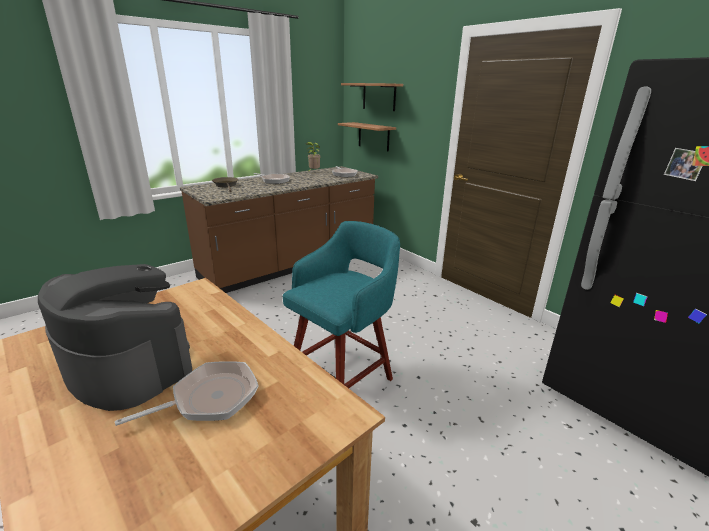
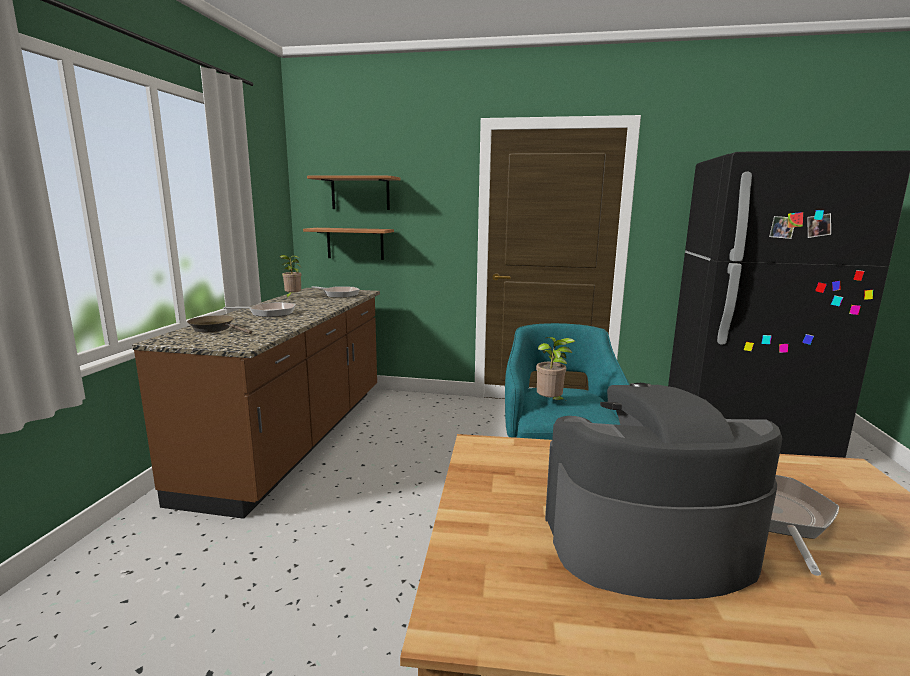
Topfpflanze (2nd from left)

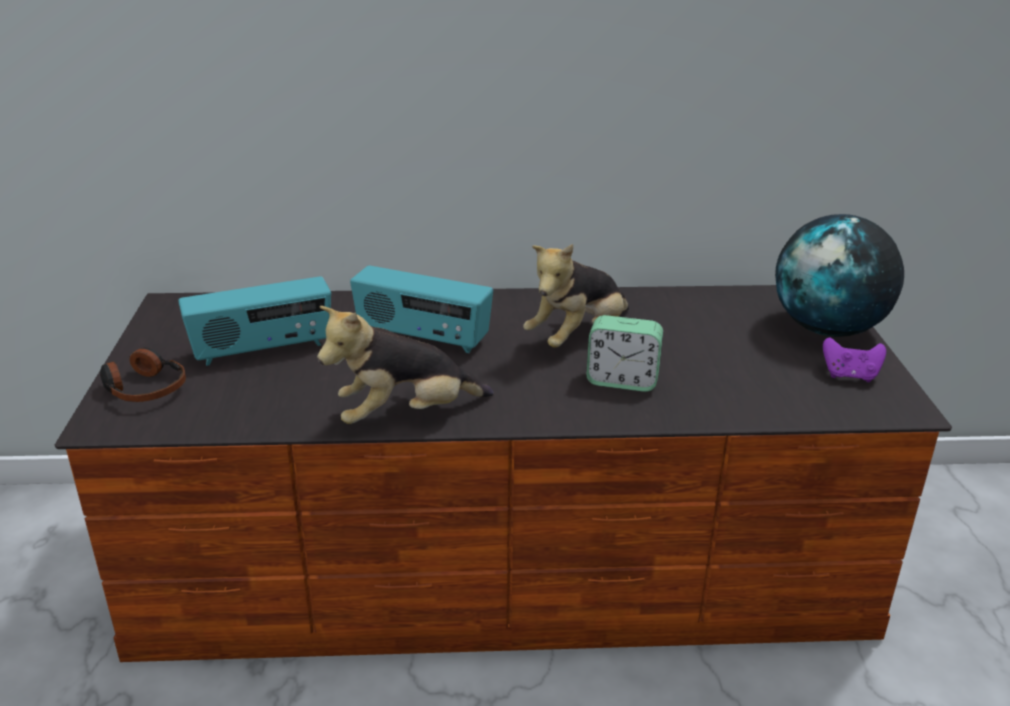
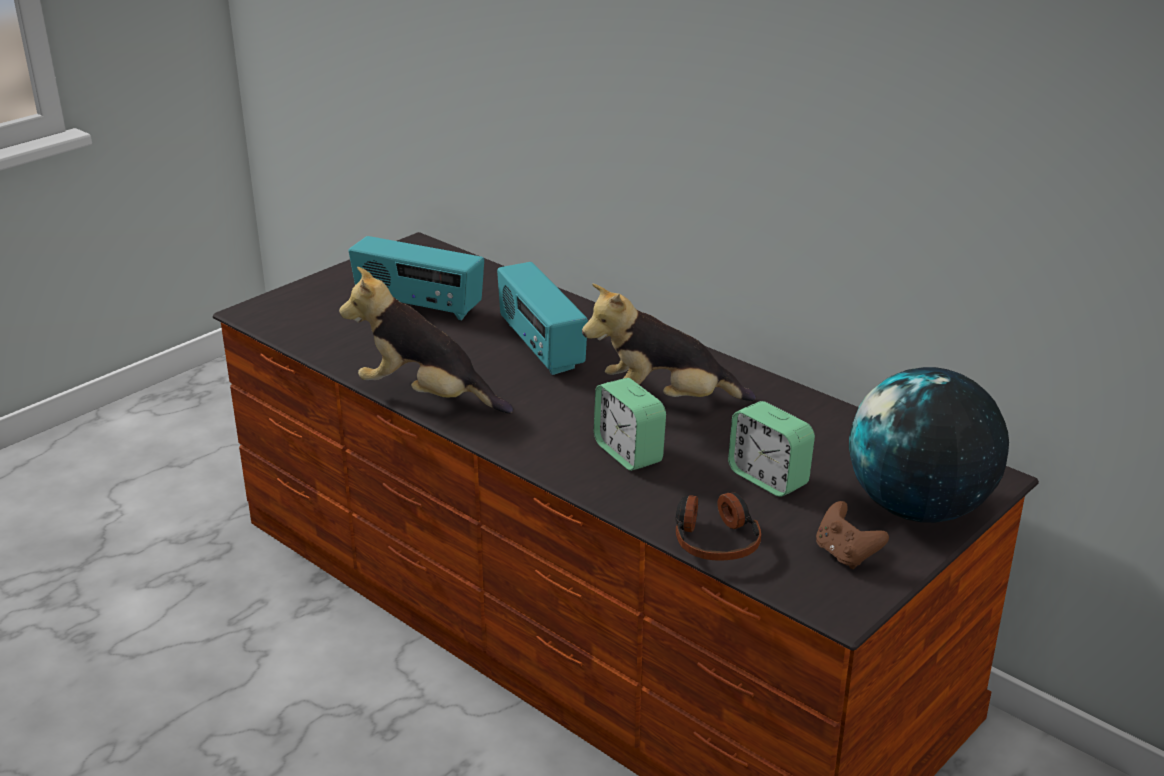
Gamepad/braun; Kopfhörer; Wecker (2nd from left)

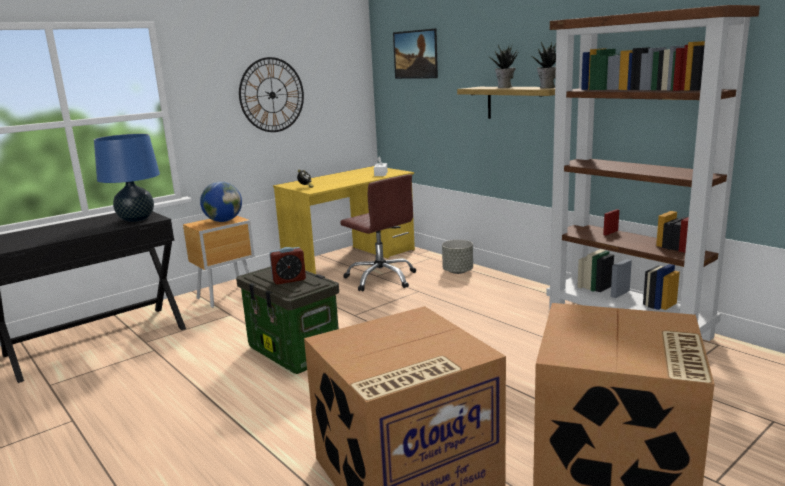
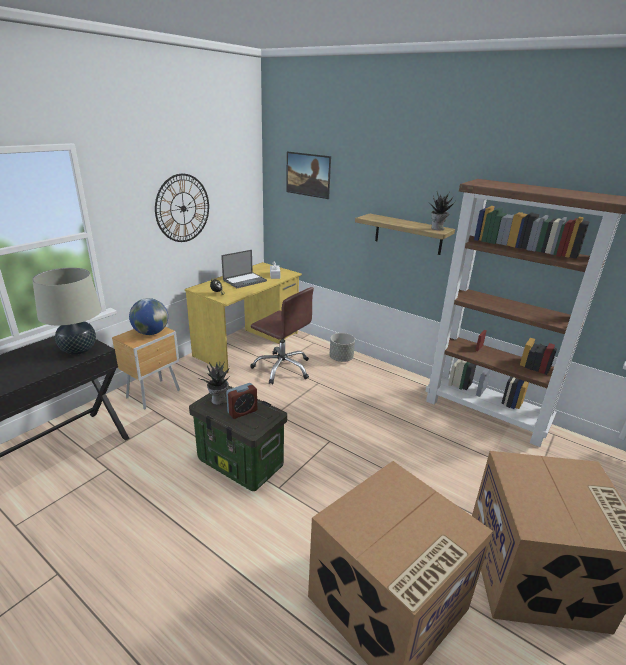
Topfpflanze (1st from left); Tischlampe/beige; Laptop

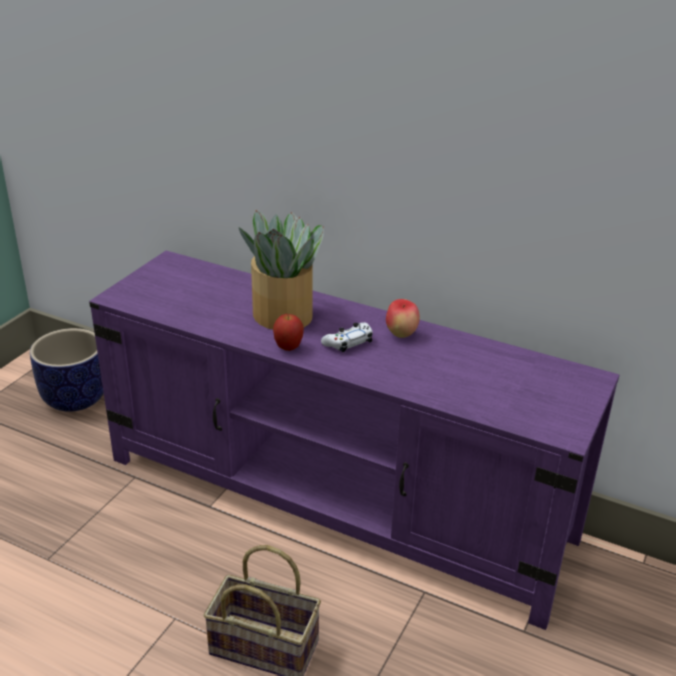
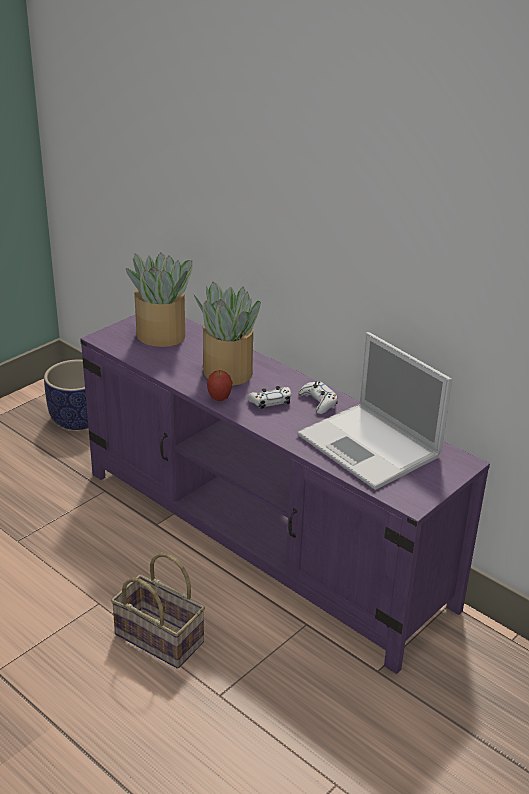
Gamepad/weiß (2nd from left); Topfpflanze (1st from left); Laptop

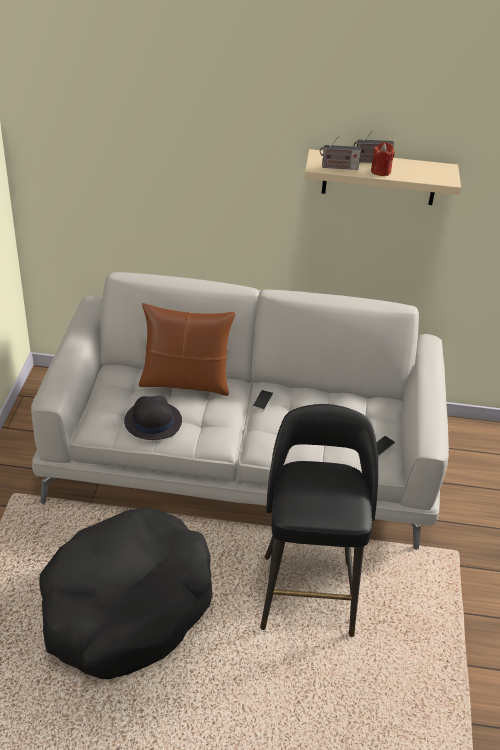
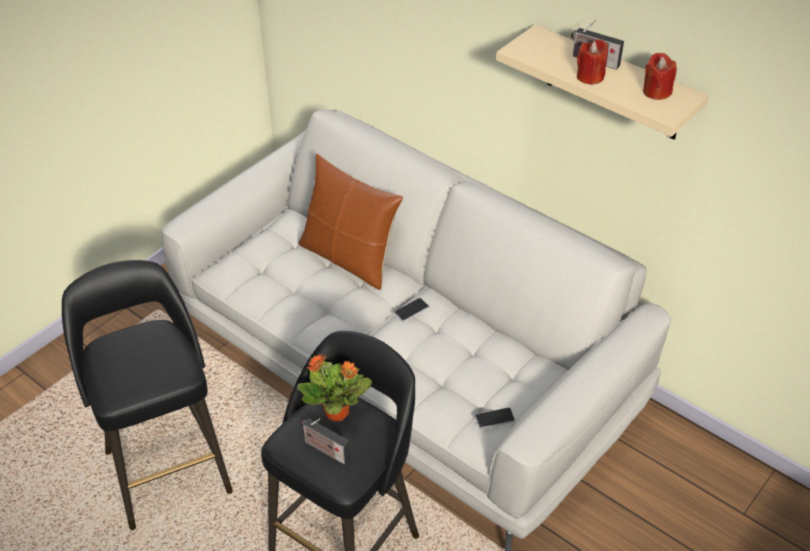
Radio (1st from left); Hut/schwarz; Hocker/schwarz (1st from left); Kerze/rot (2nd from left); Topfpflanze

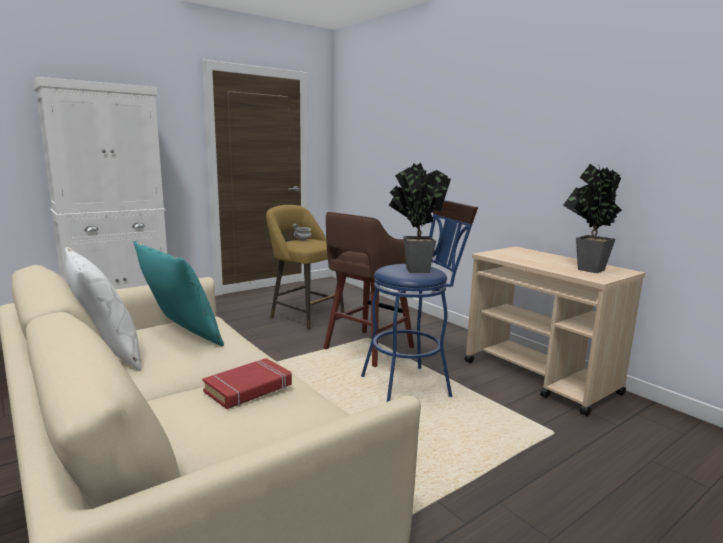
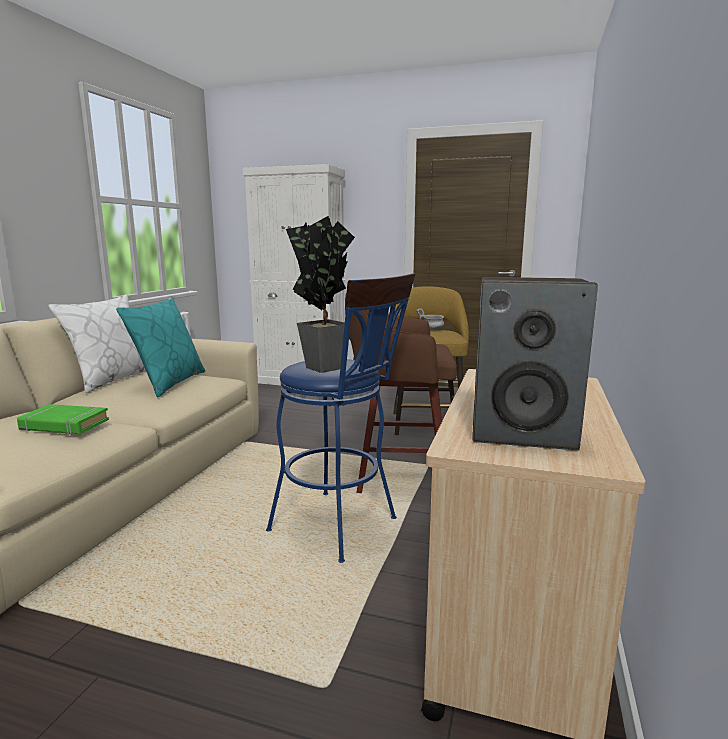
Lautsprecher; Buch/grün

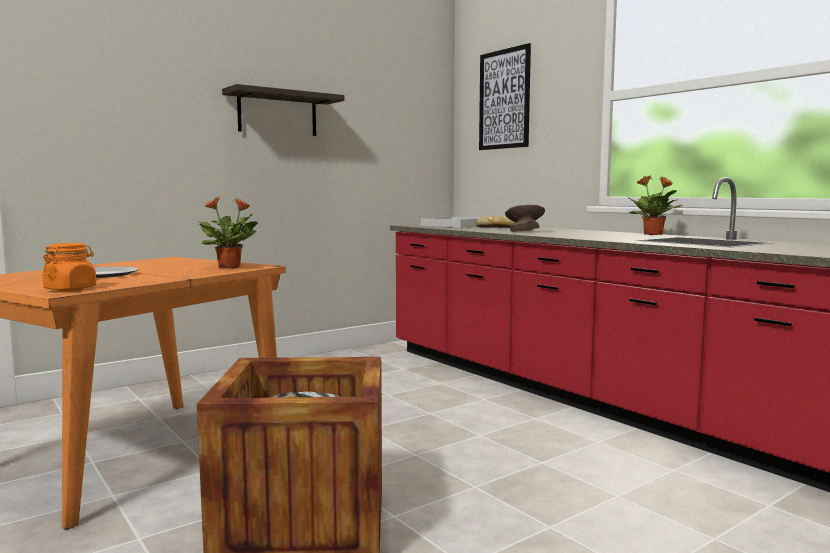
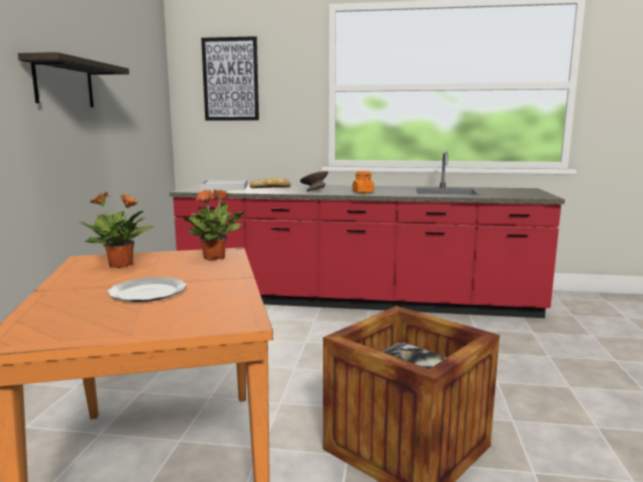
Topfpflanze (1st from left); Vorratsglas/orange

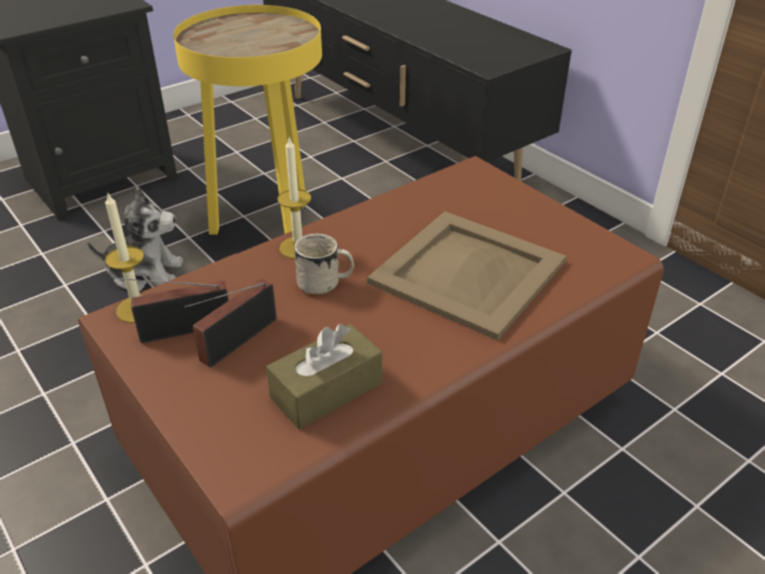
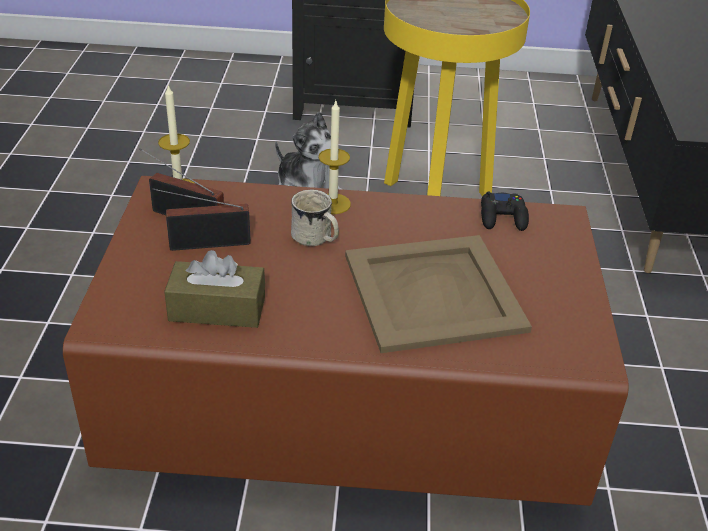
Gamepad/schwarz

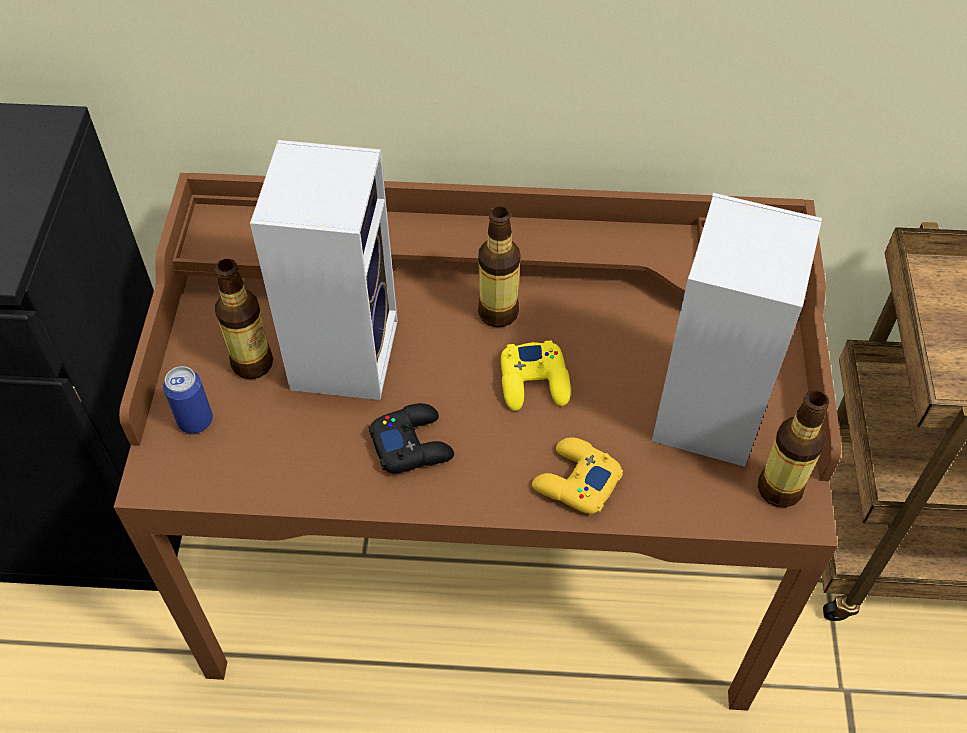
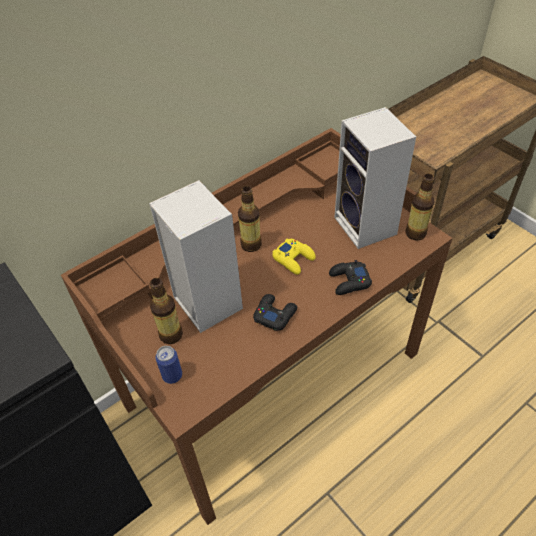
Gamepad/schwarz (2nd from left)

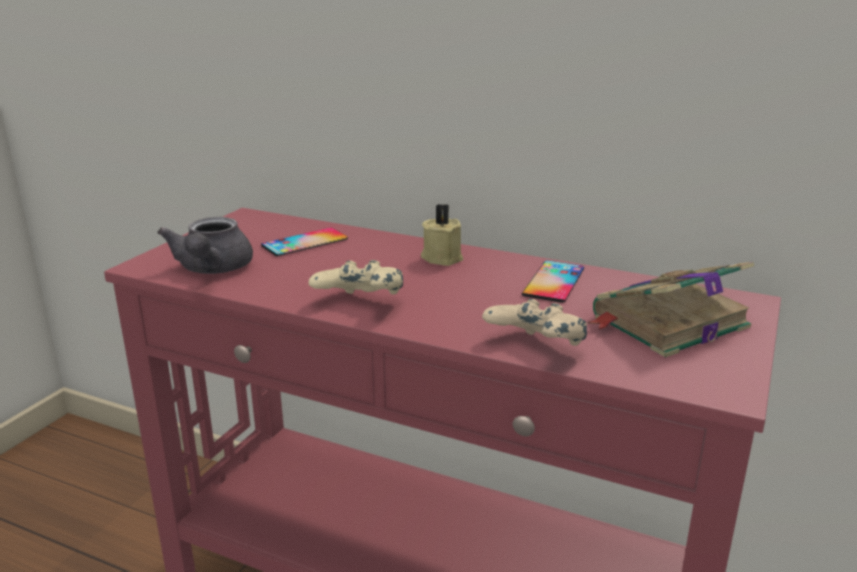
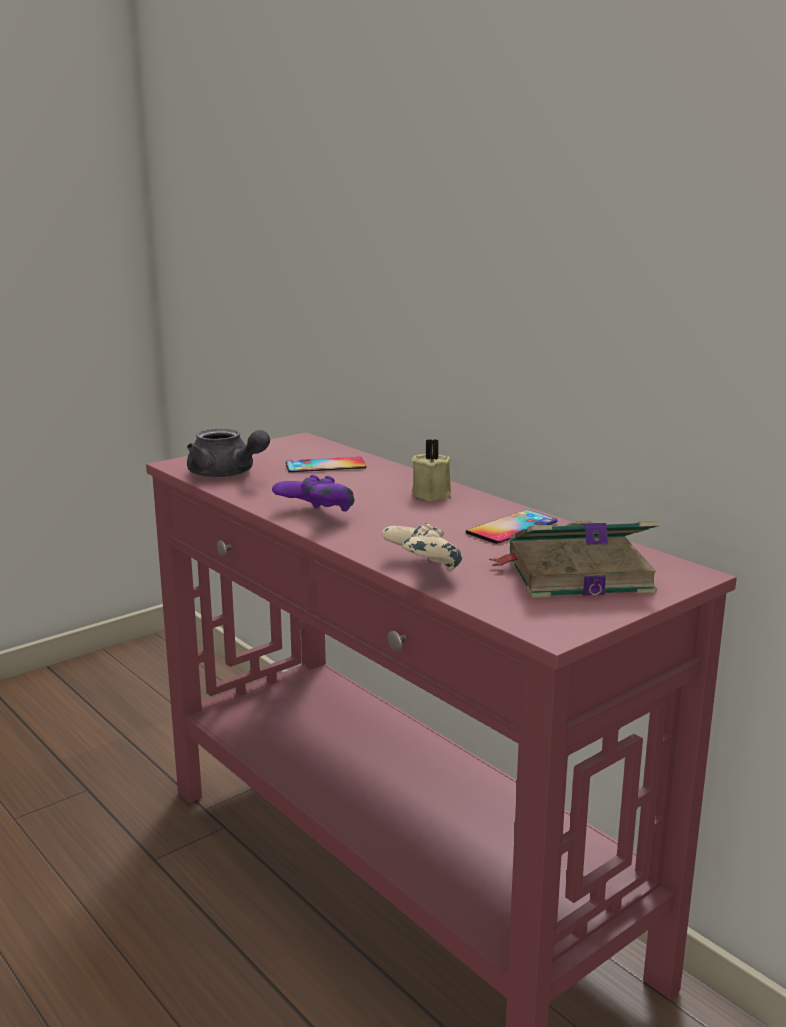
Teekanne/grau; Gamepad/lila

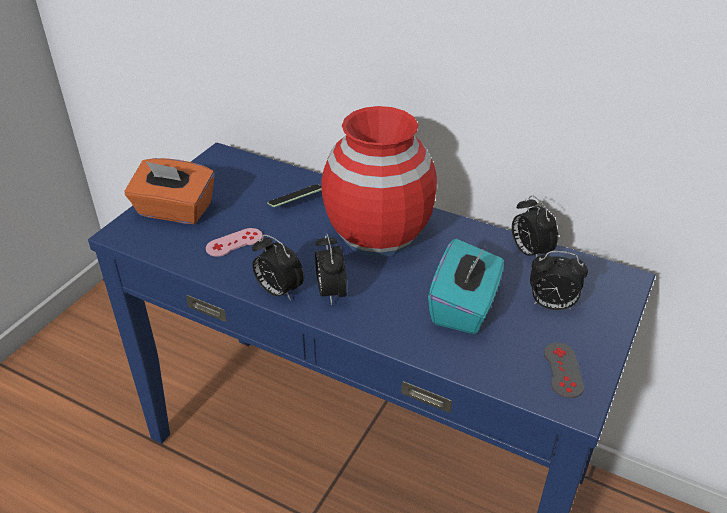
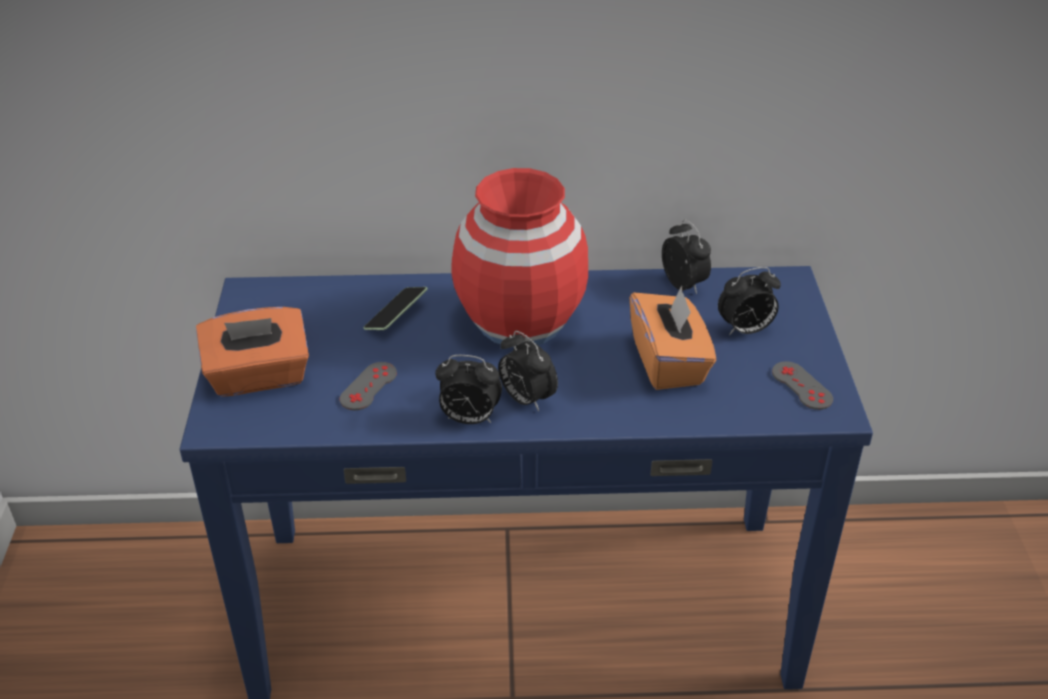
Wecker (3rd from left); Gamepad/grau (1st from left); Taschentuchbox/orange (2nd from left)

